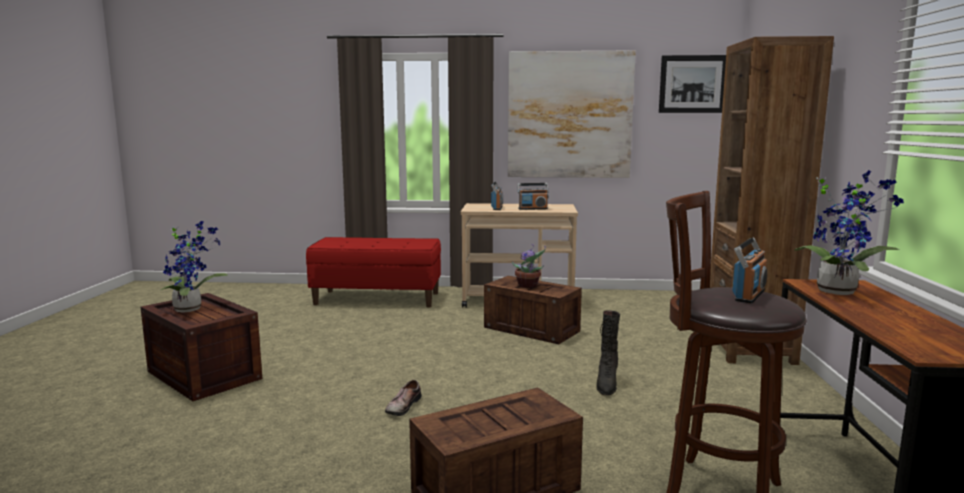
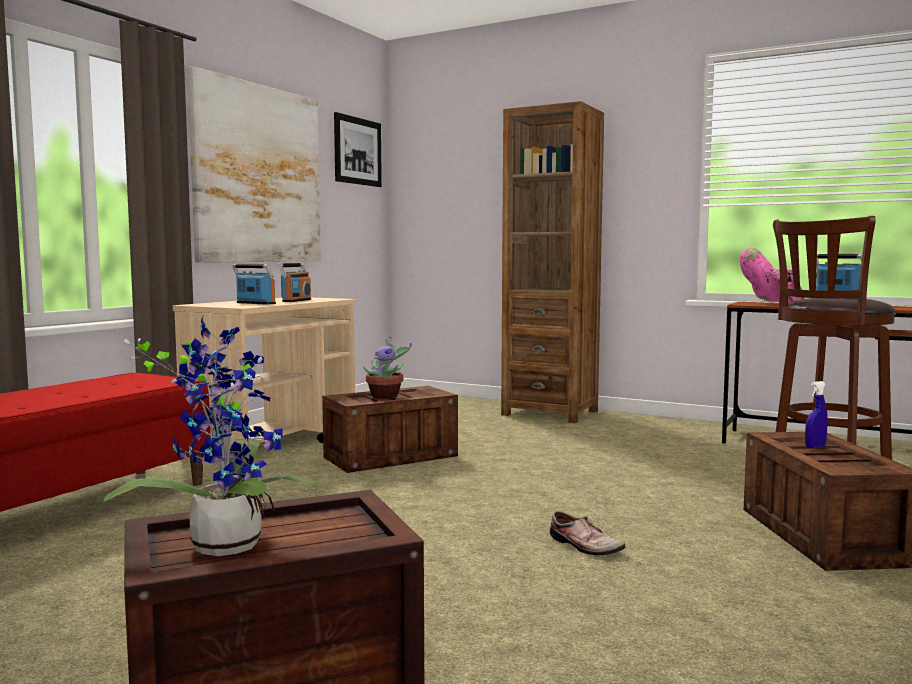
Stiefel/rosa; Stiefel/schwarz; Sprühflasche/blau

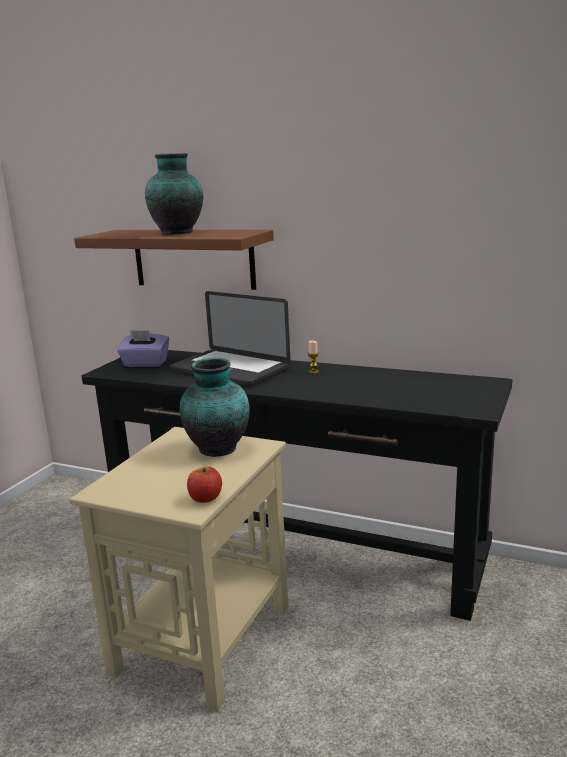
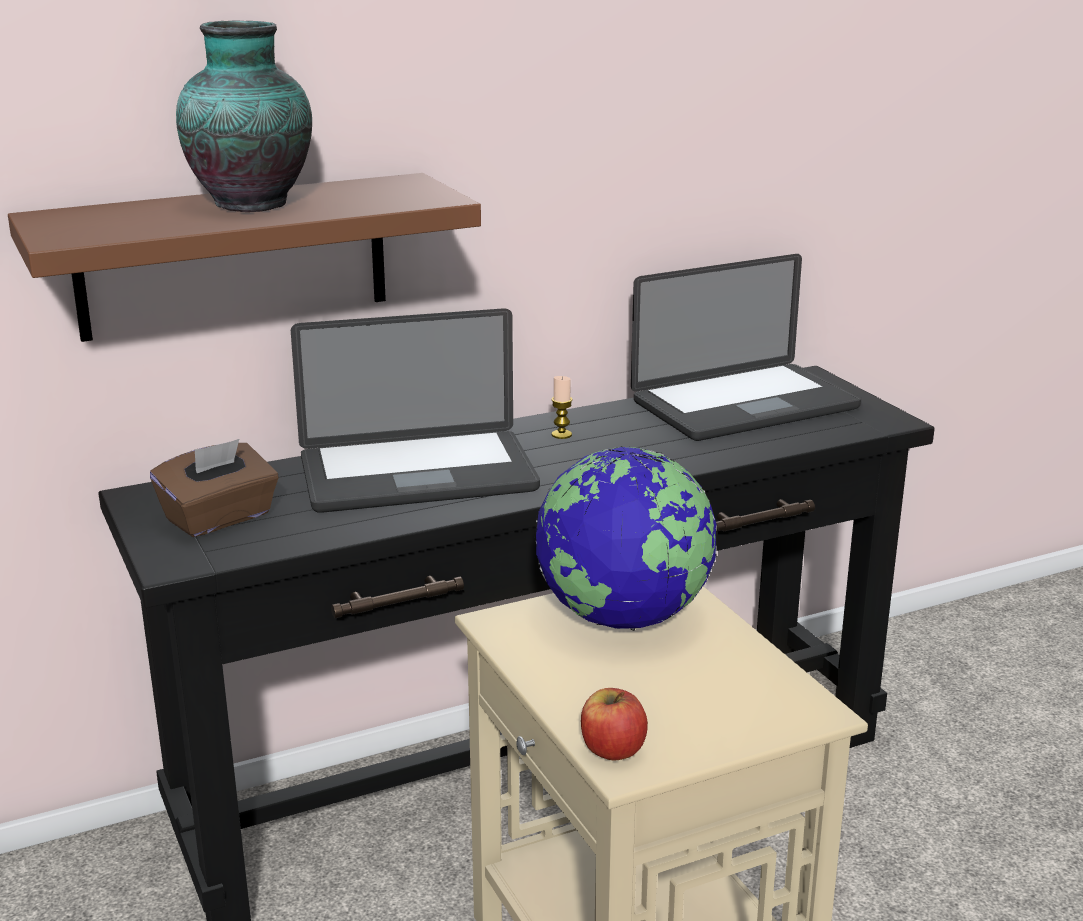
Taschentuchbox/braun; Globus; Apfel; Laptop (2nd from left)

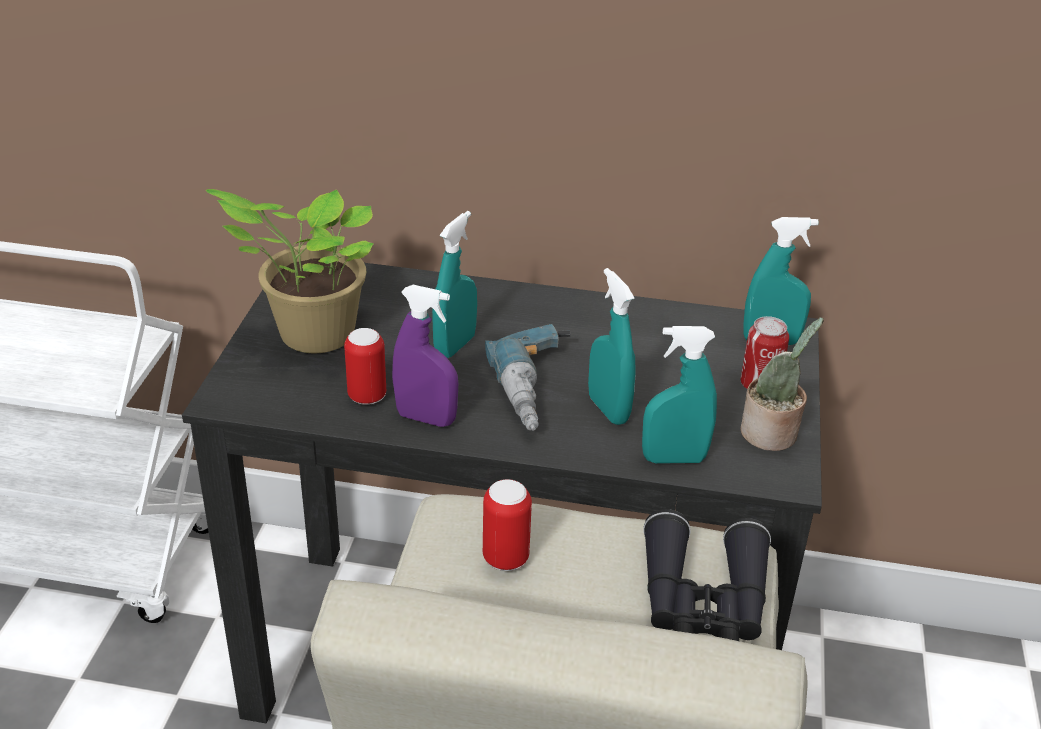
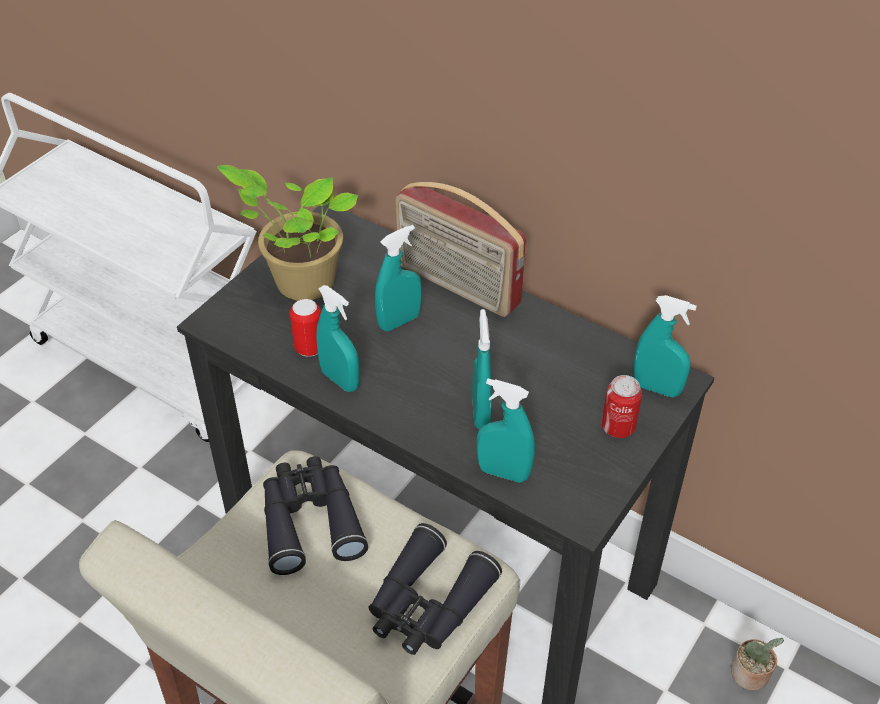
Sprühflasche/türkis (1st from left); Topfpflanze (2nd from left); Bohrmaschine; Fernglas/schwarz (1st from left); Radio

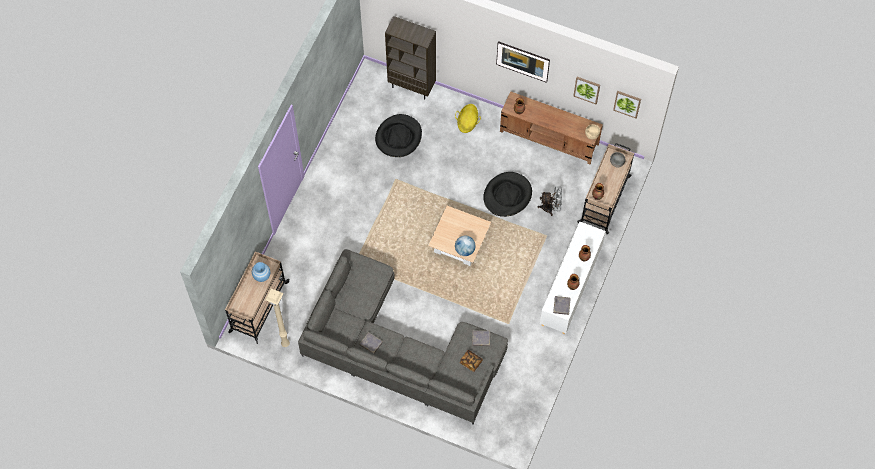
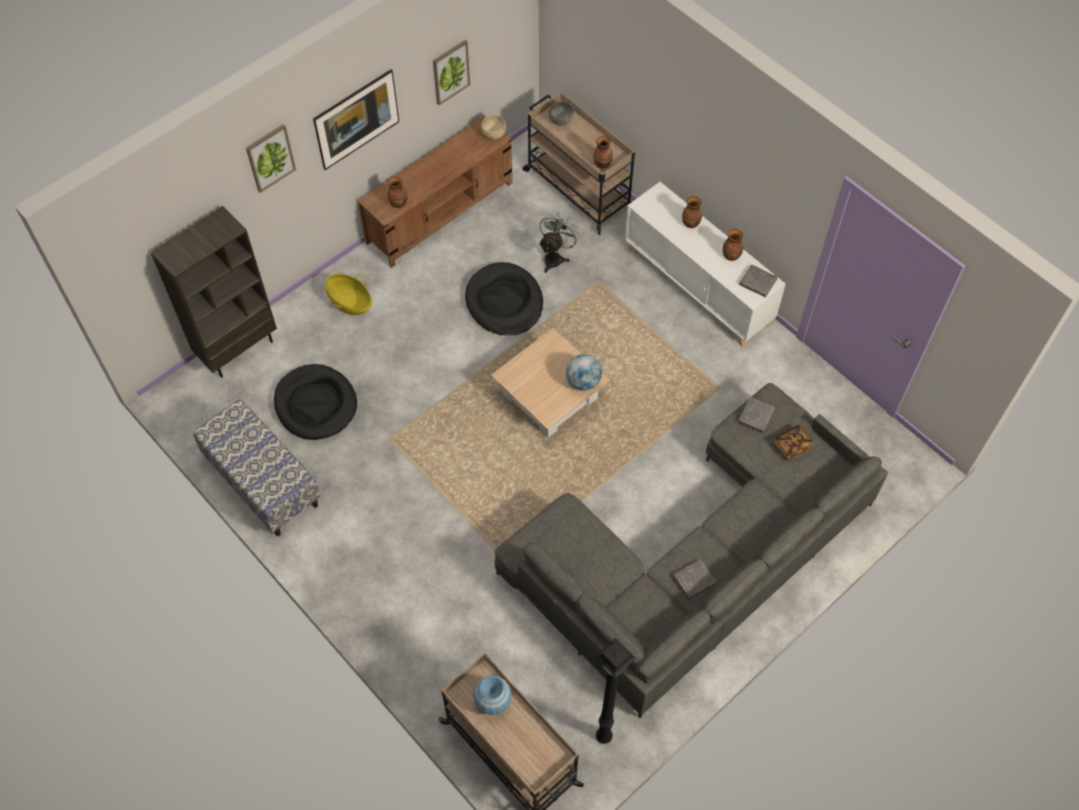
Bild (1st from left); Stehlampe/schwarz; Bank

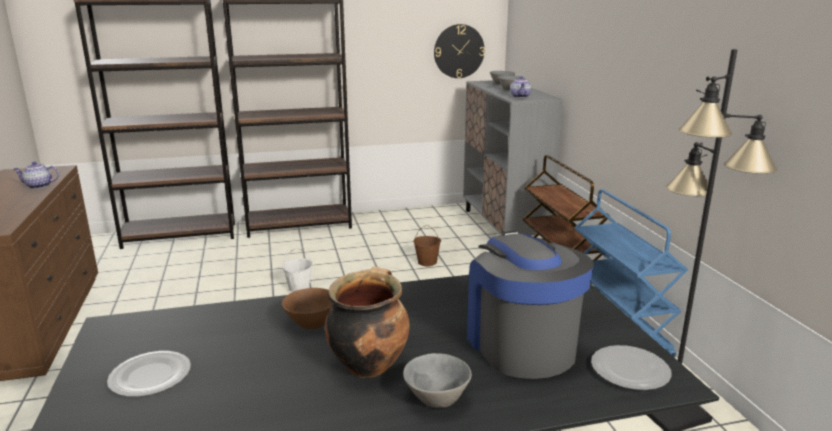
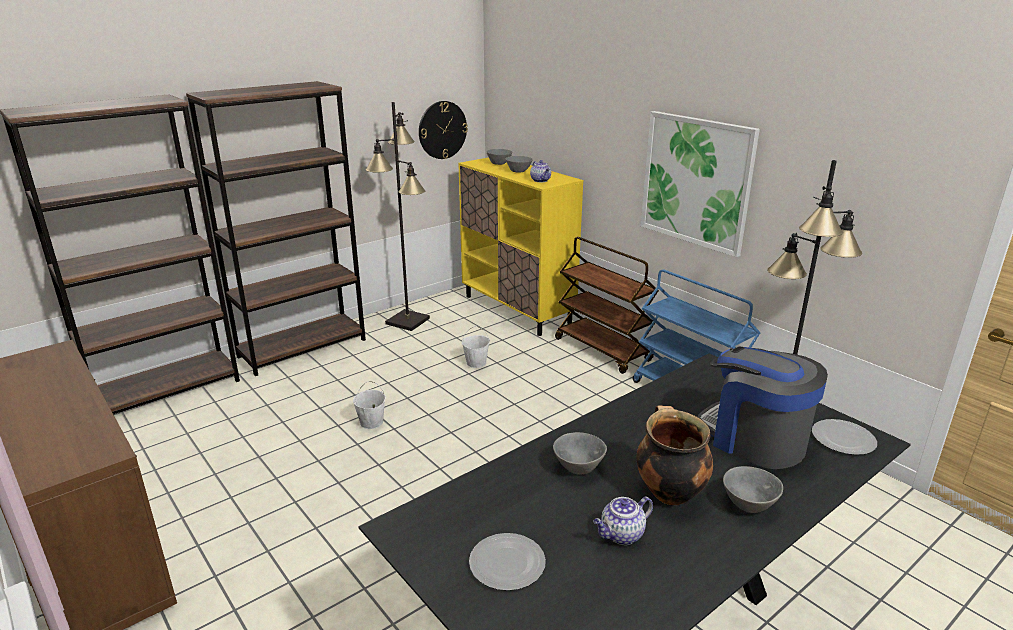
Schrank/gelb; Teekanne (2nd from left); Eimer/weiß (2nd from left); Schüssel/grau (3rd from left); Stehlampe/schwarz (1st from left); Bild

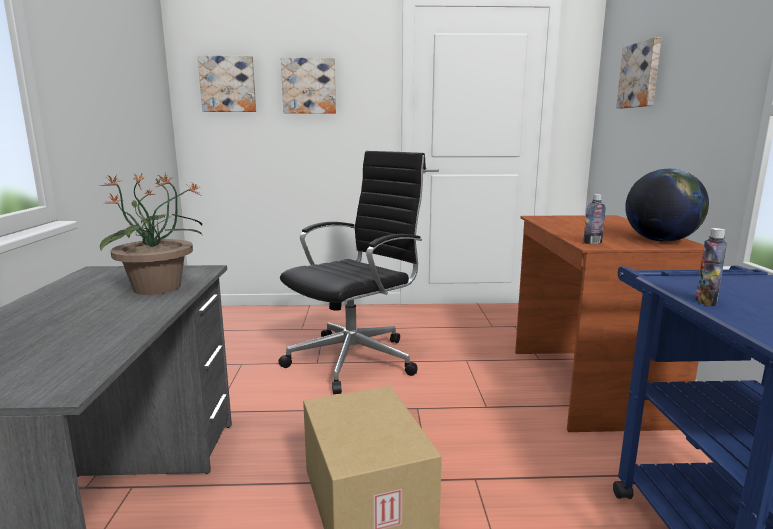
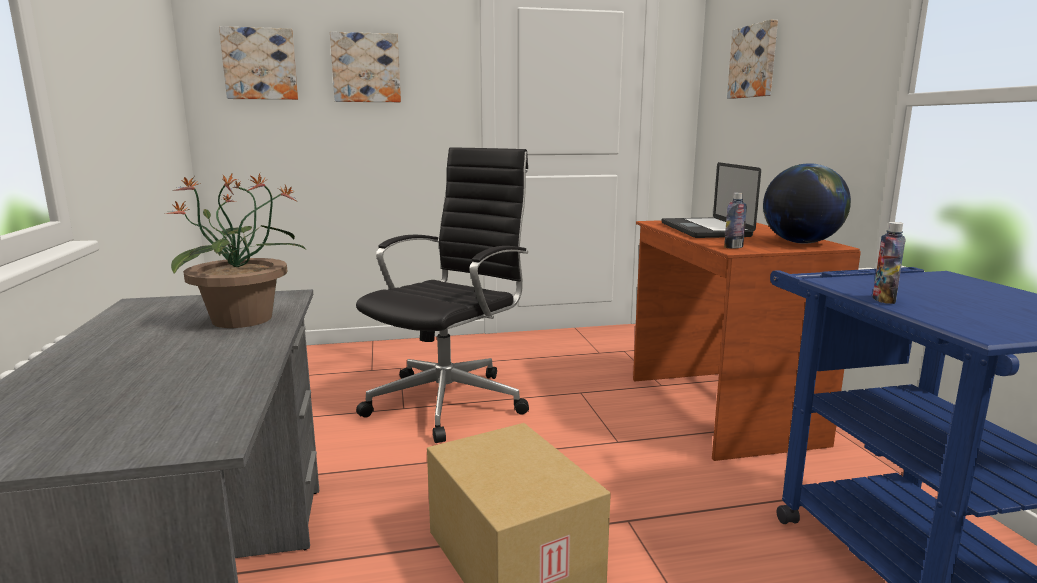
Laptop

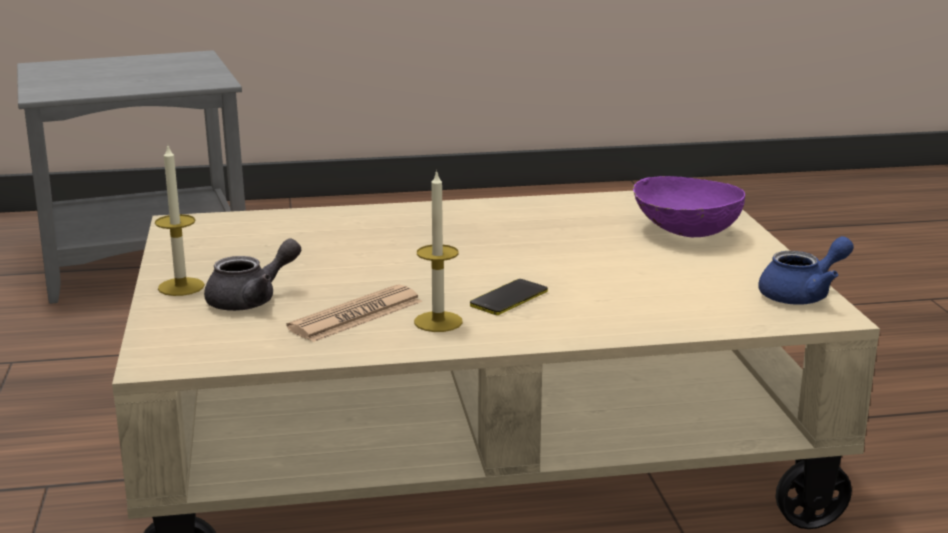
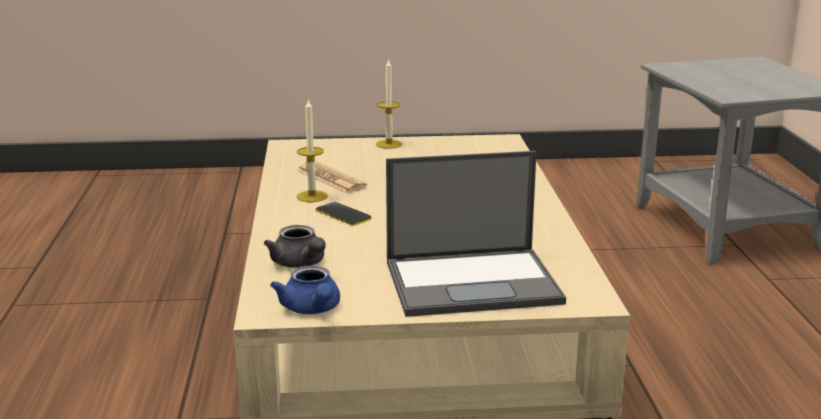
Laptop; Teekanne/grau

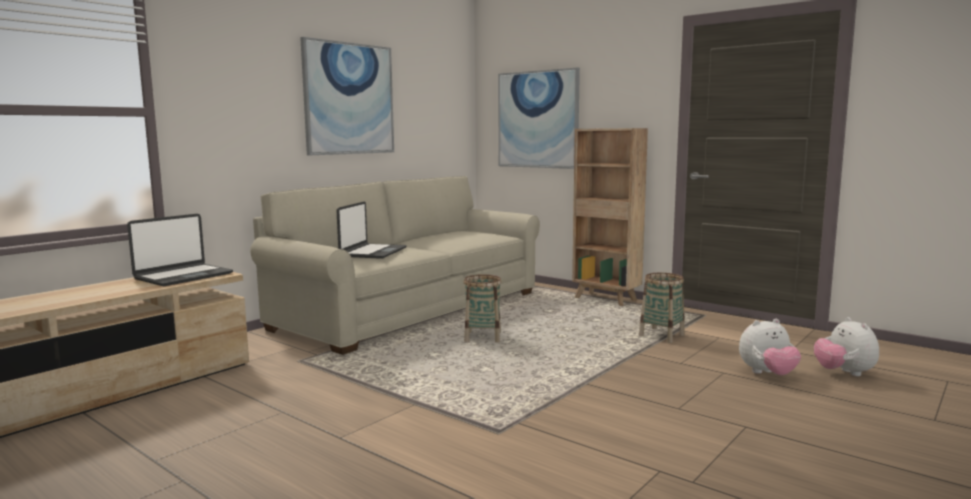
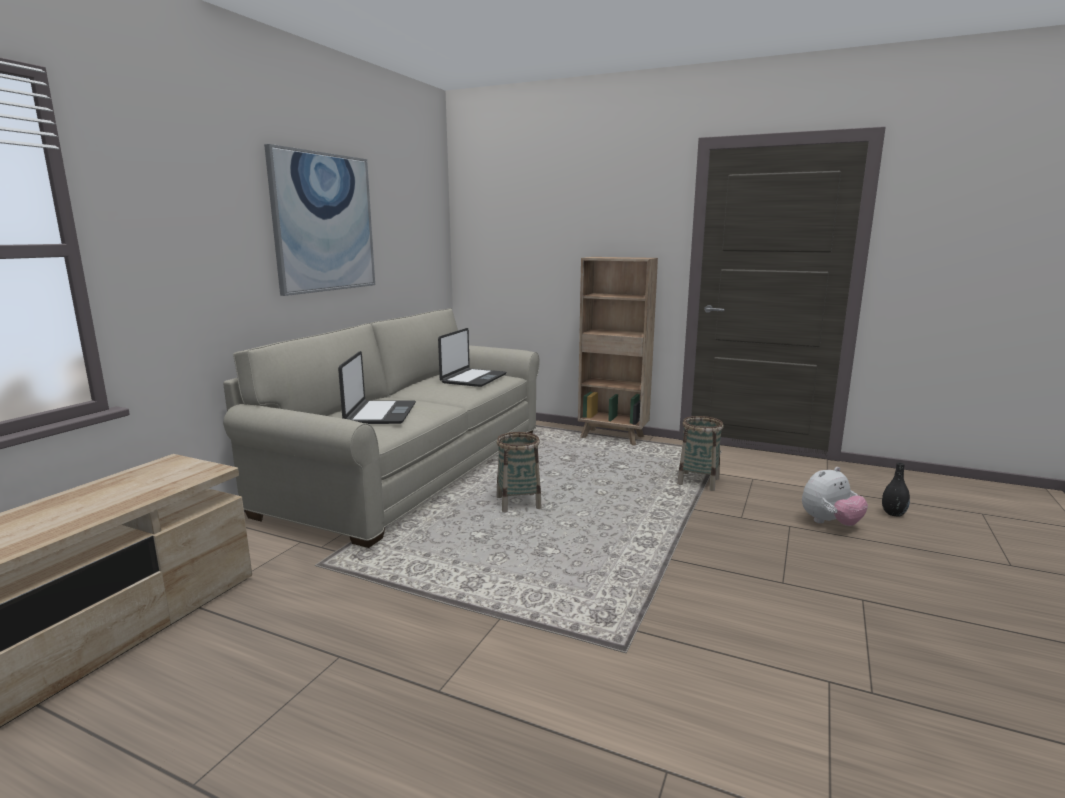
Bild (2nd from left in the first image); Laptop (2nd from left); Vase/schwarz

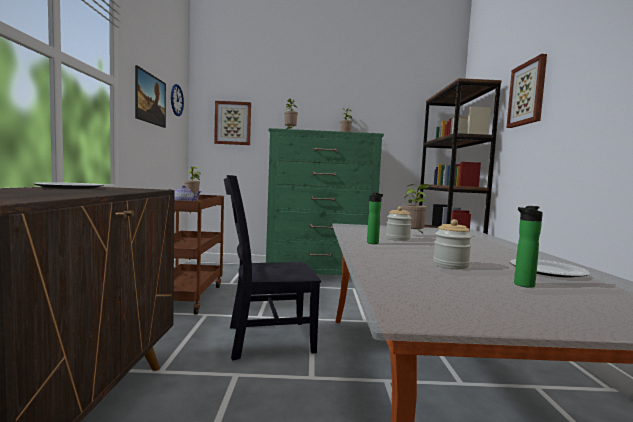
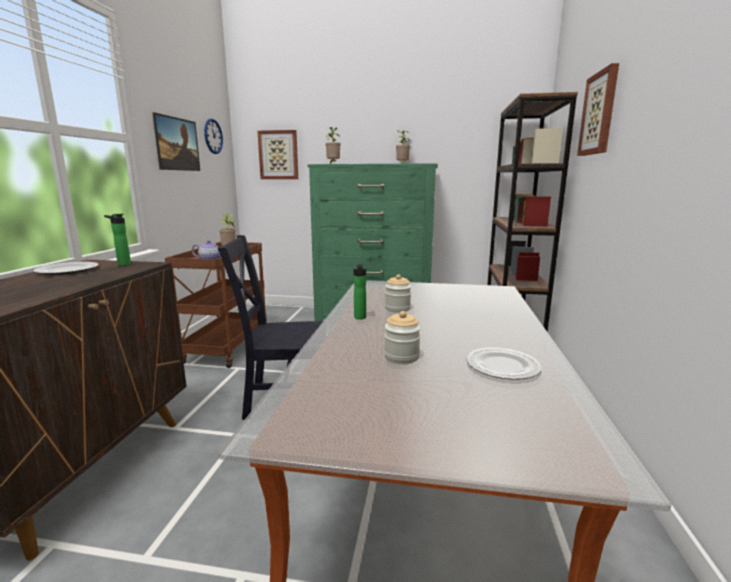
Topfpflanze (4th from left in the first image); Flasche (1st from left)

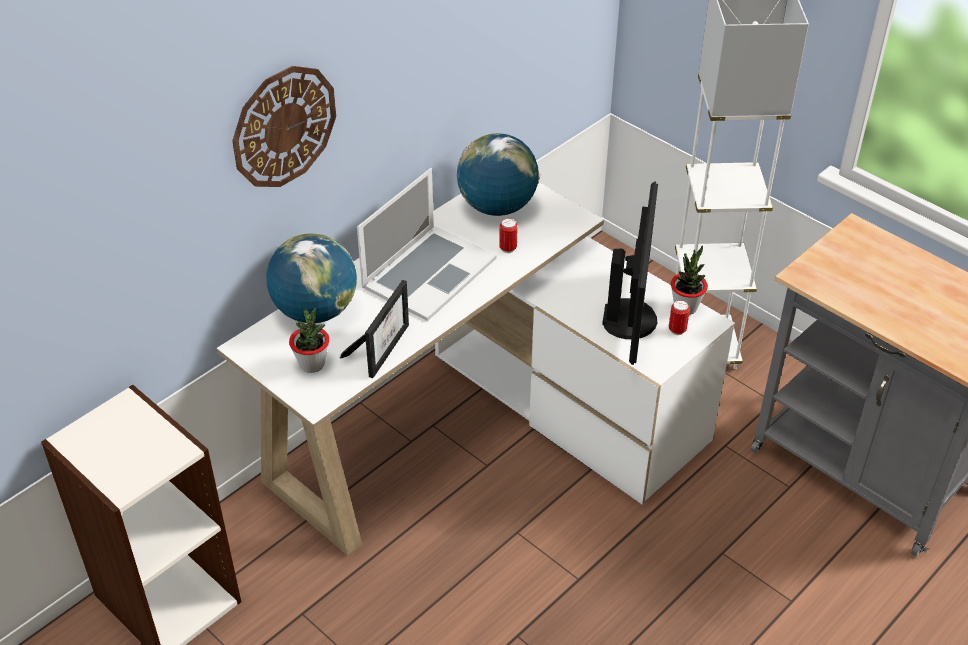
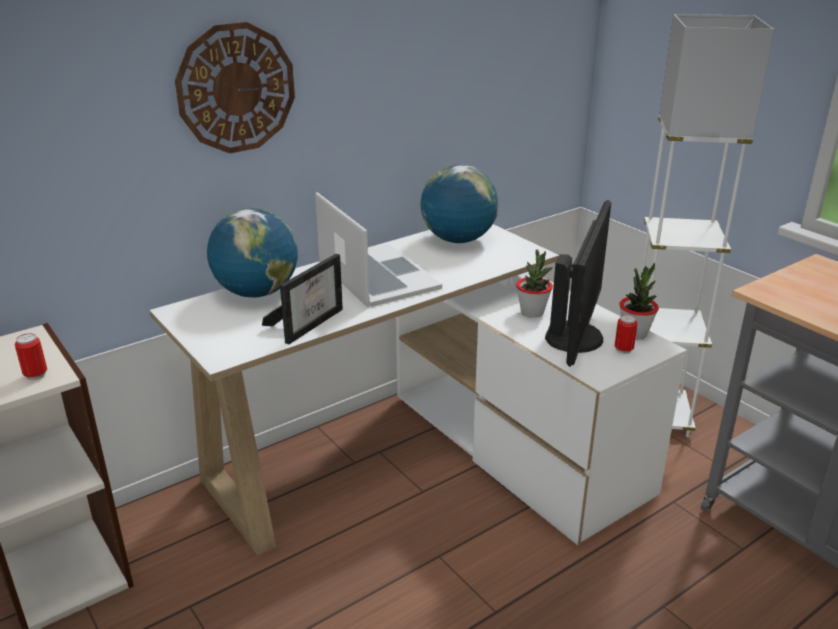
Laptop; Dose (1st from left); Topfpflanze (1st from left)

